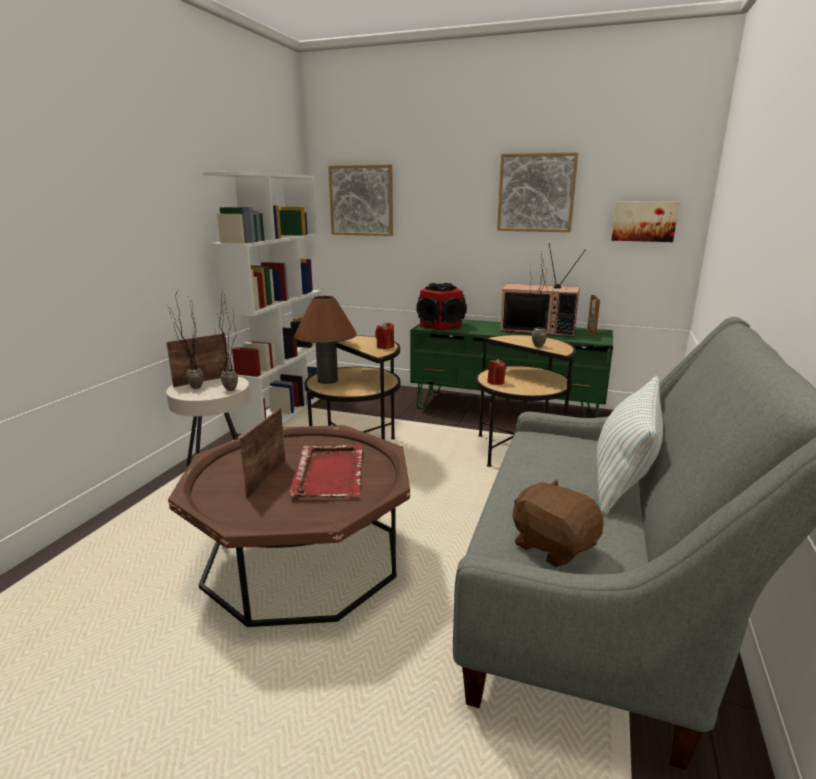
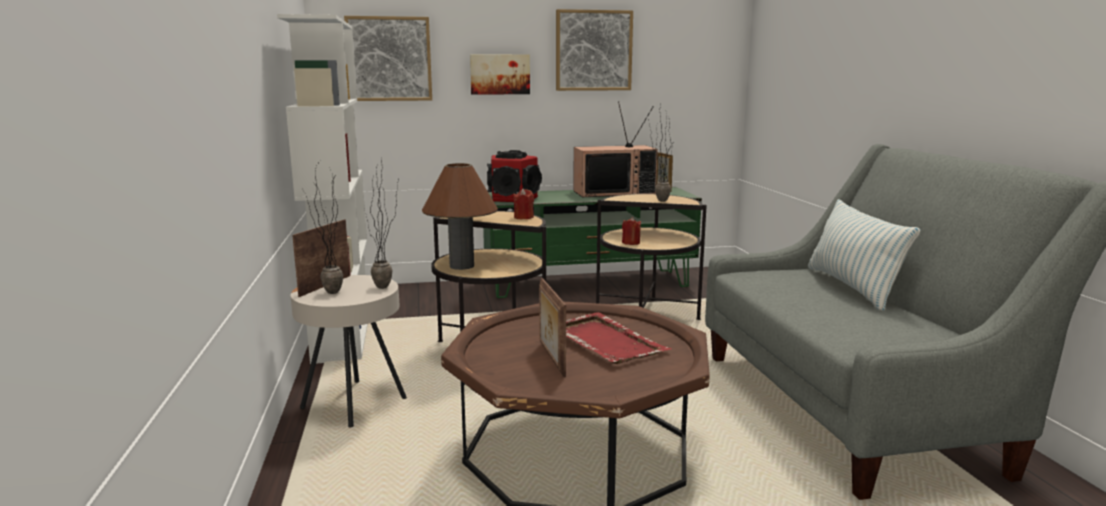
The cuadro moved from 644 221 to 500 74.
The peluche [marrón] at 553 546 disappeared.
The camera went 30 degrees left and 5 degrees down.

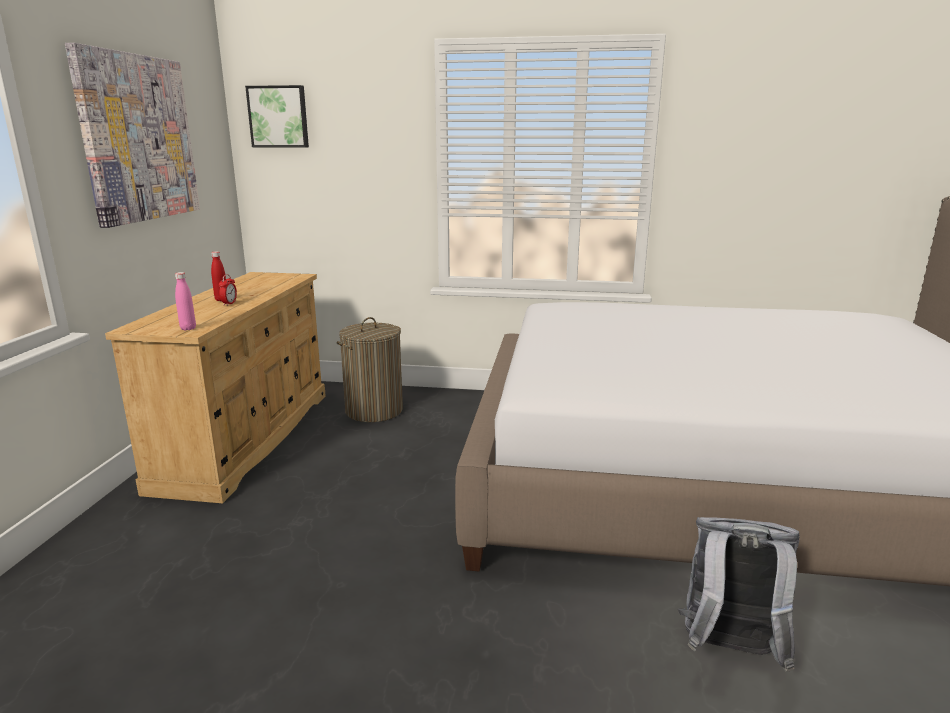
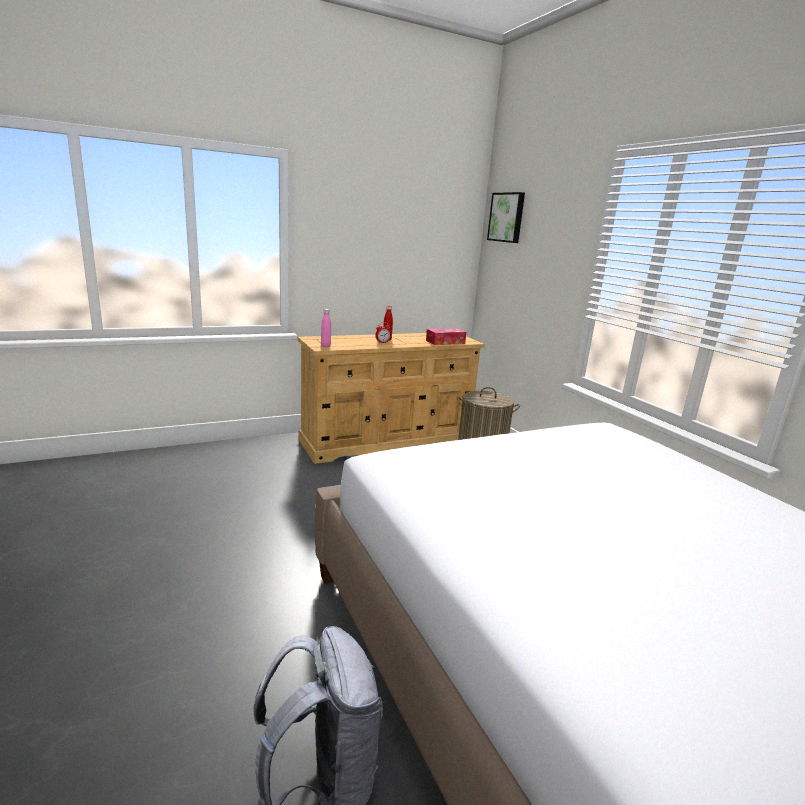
The cuadro at 138 138 disappeared.
The caja de pañuelos at 445 342 appeared.
The camera went 55 degrees right and 0 degrees up.

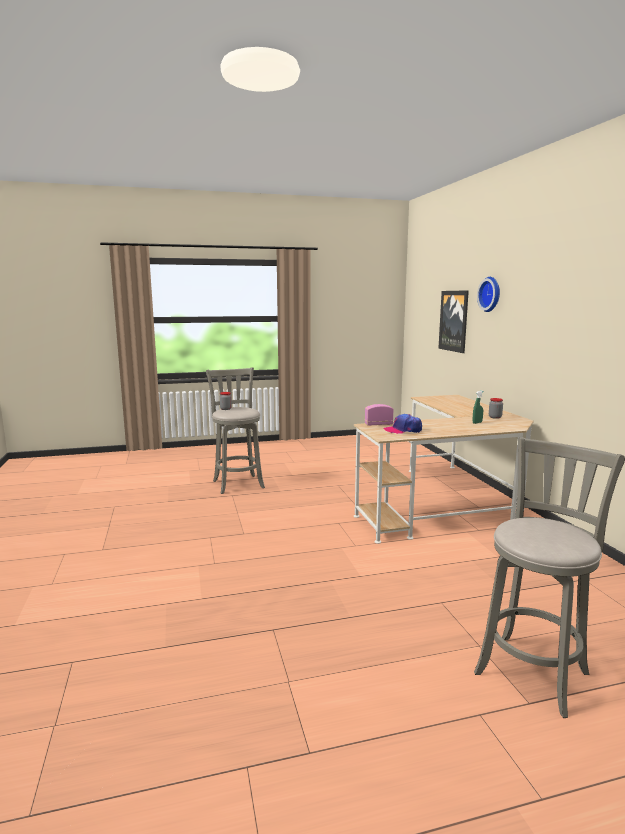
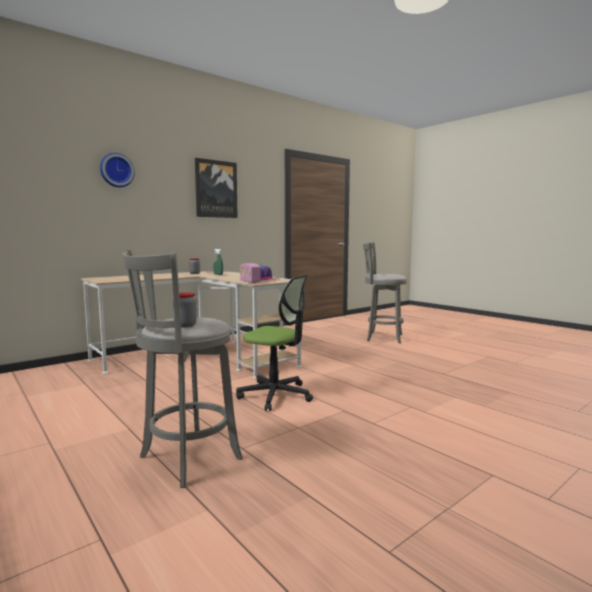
The cuadro moved from 454 321 to 216 189.
The silla de oficina at 276 395 appeared.
The camera went 115 degrees left and 5 degrees down.

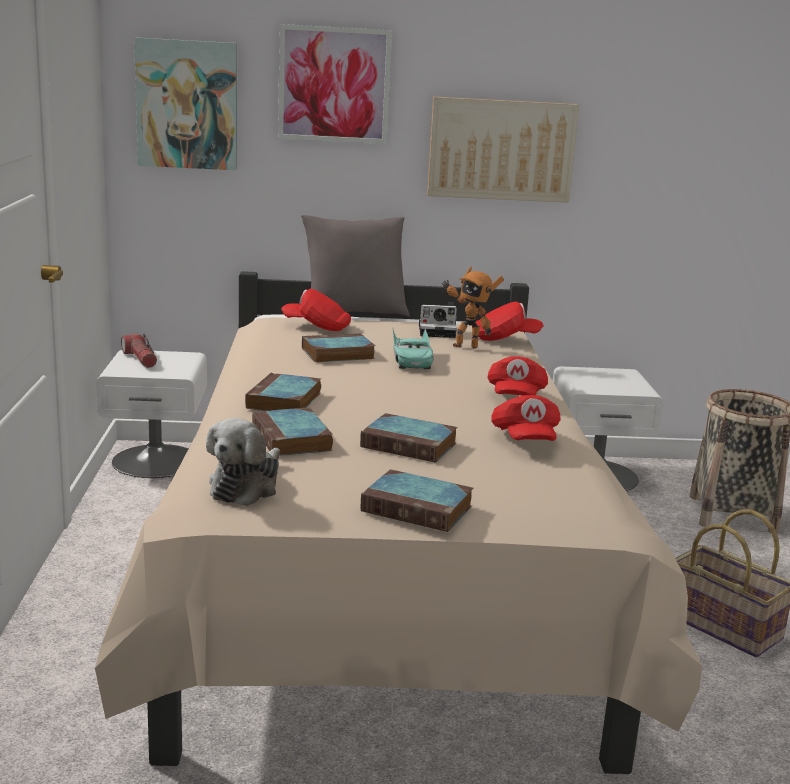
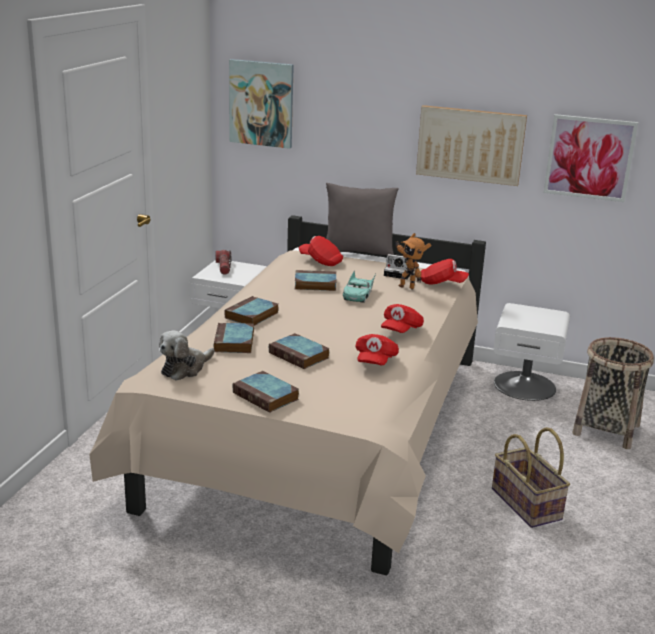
The cuadro moved from 334 85 to 589 158.
The camera went 20 degrees right and 5 degrees up.

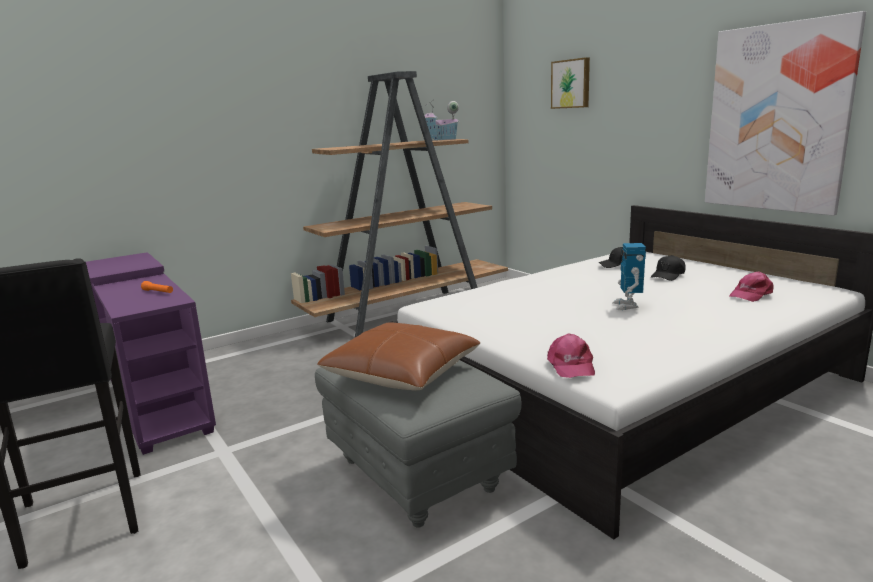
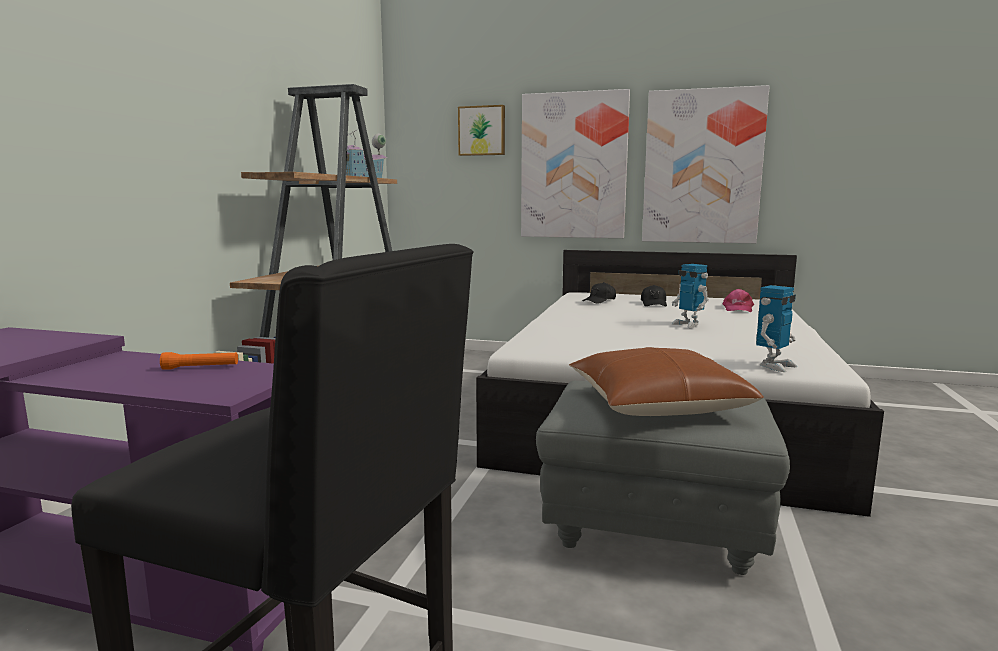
The gorra [rosa] at 570 365 was replaced by the robot de juguete at 774 366.
The cuadro at 573 166 appeared.
The camera went 40 degrees left and 5 degrees down.

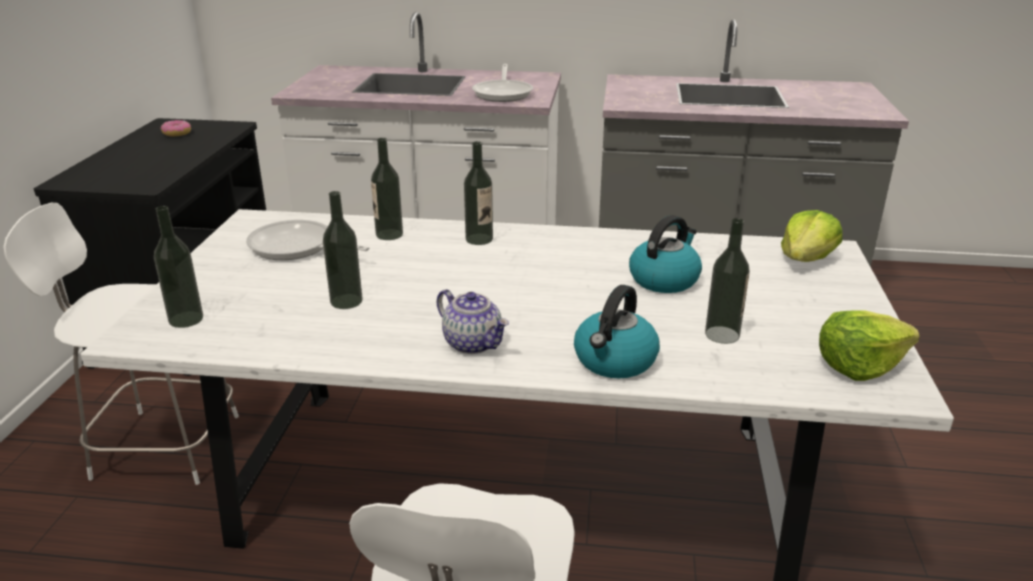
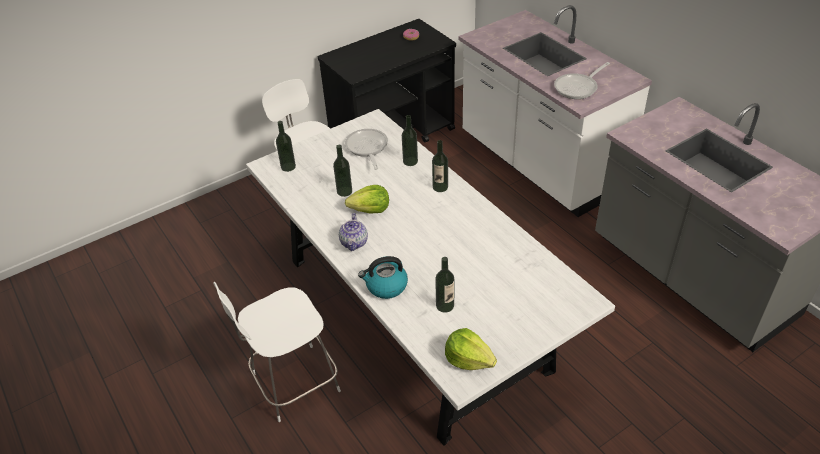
The lechuga moved from 806 259 to 370 210.
The hervidor at 664 279 disappeared.
The camera went 50 degrees right and 15 degrees up.

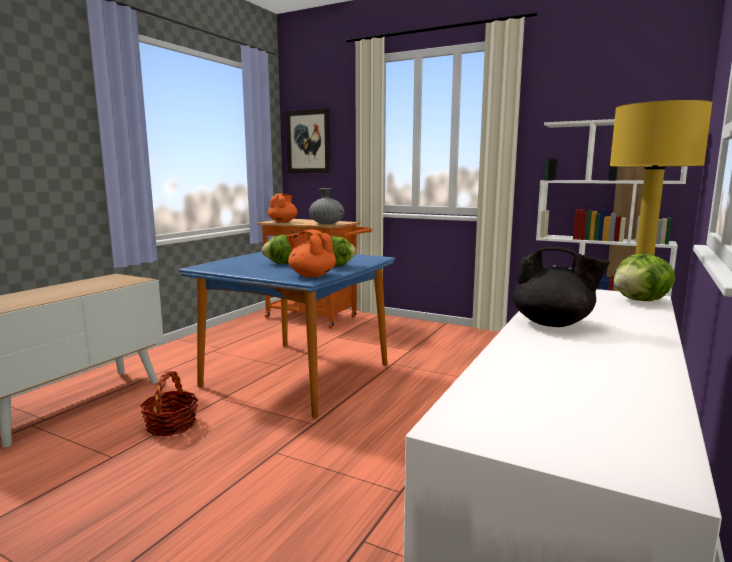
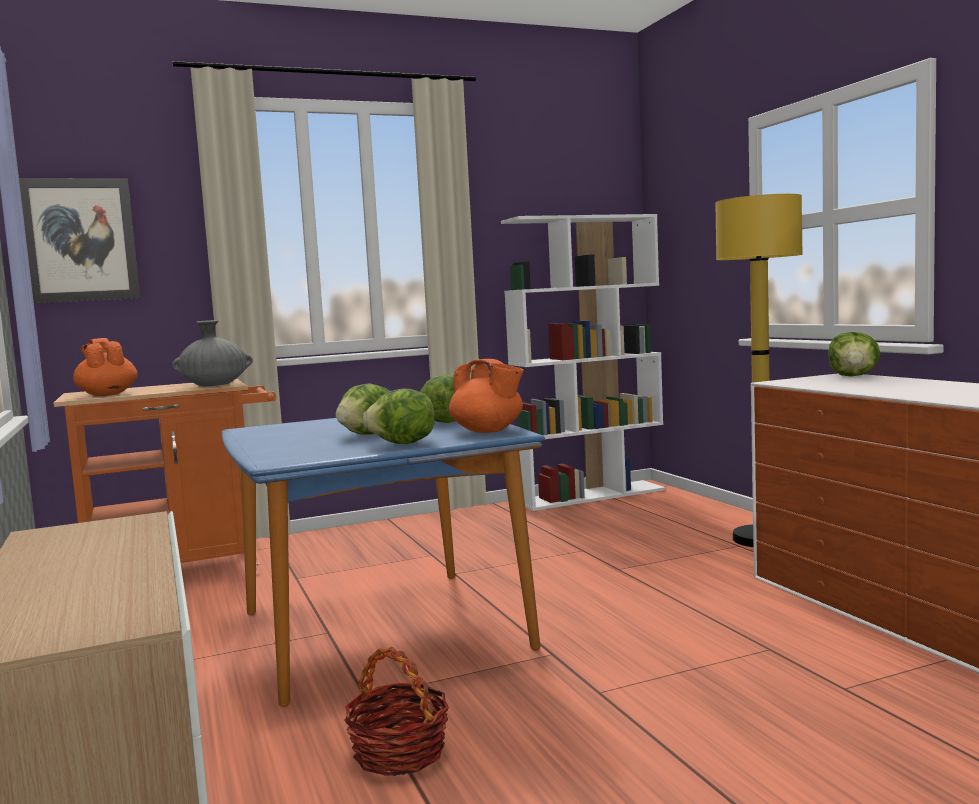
The tetera [naranja] at 311 275 turned 120 degrees counterclockwise.
The tetera [negro] at 553 323 disappeared.
The lechuga at 403 444 appeared.
The camera went 50 degrees left and 5 degrees down.

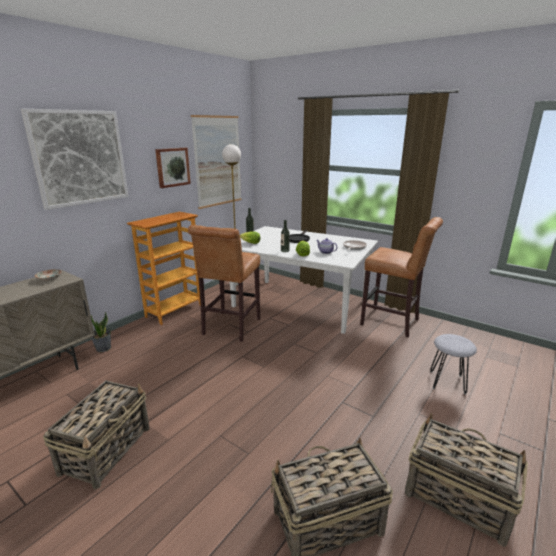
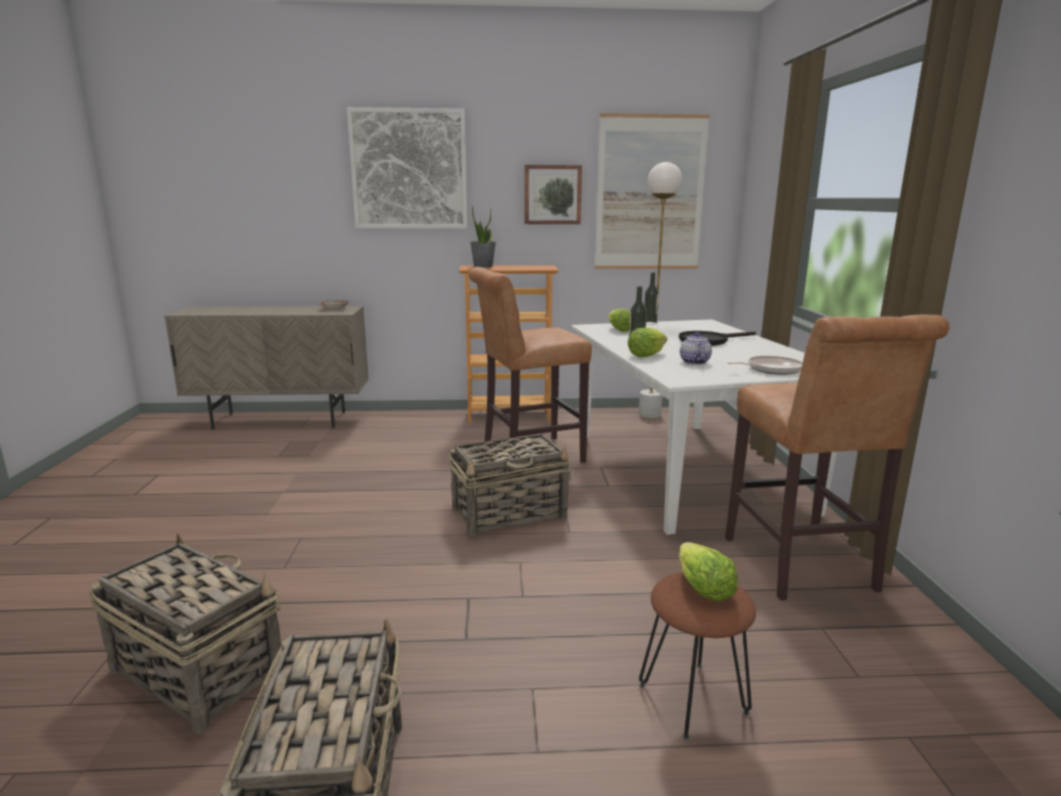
The planta en maceta moved from 103 348 to 483 266.
The taburete [gris] at 447 382 became the taburete [marrón] at 692 698.
The cesta moved from 107 449 to 510 513.
The lechuga at 702 588 appeared.
The camera went 50 degrees right and 5 degrees down.

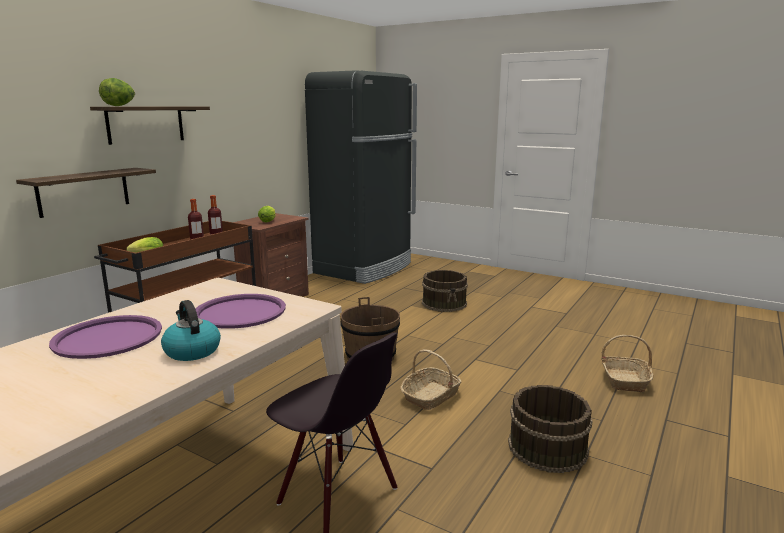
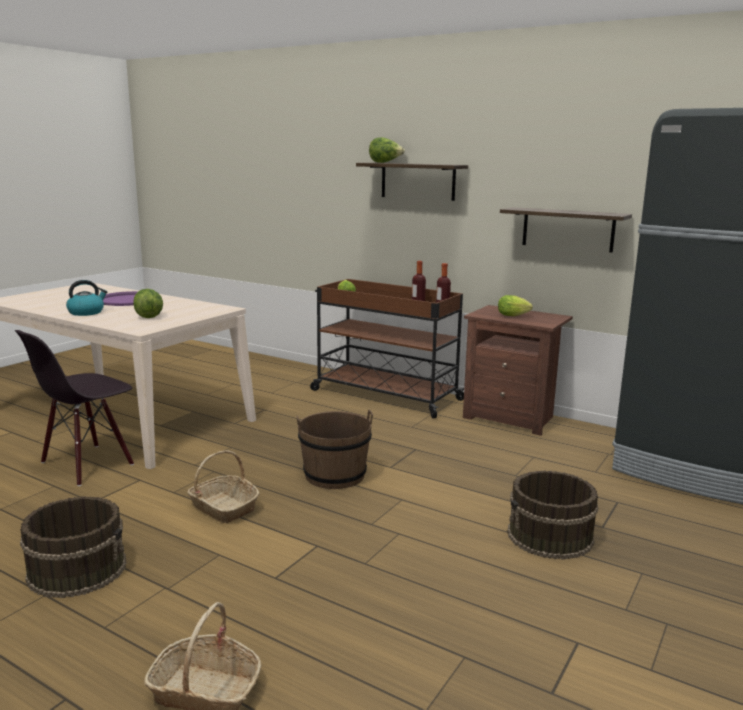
The estante moved from 84 191 to 568 229.
The bandeja [morado] at 240 312 was replaced by the lechuga at 149 316.
The camera went 90 degrees right and 0 degrees up.

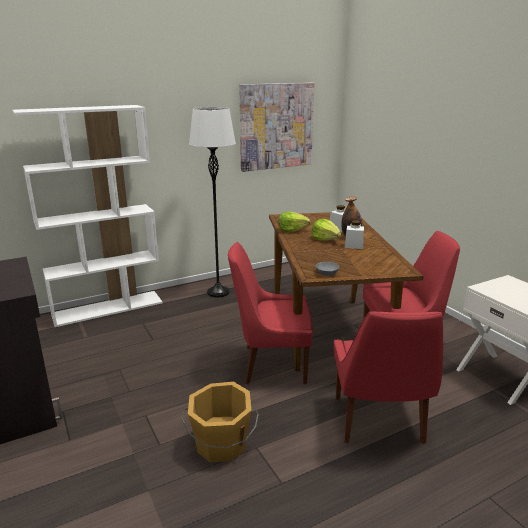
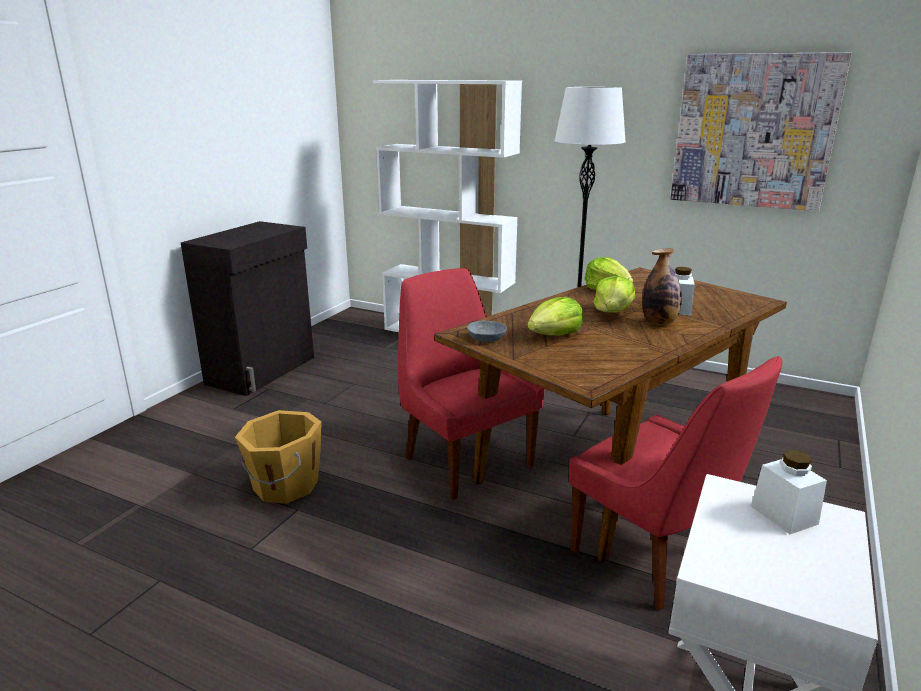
The tarro [blanco] moved from 354 245 to 784 515.
The silla [rojo] at 378 422 disappeared.
The lechuga at 555 335 appeared.
The camera went 55 degrees right and 0 degrees up.

